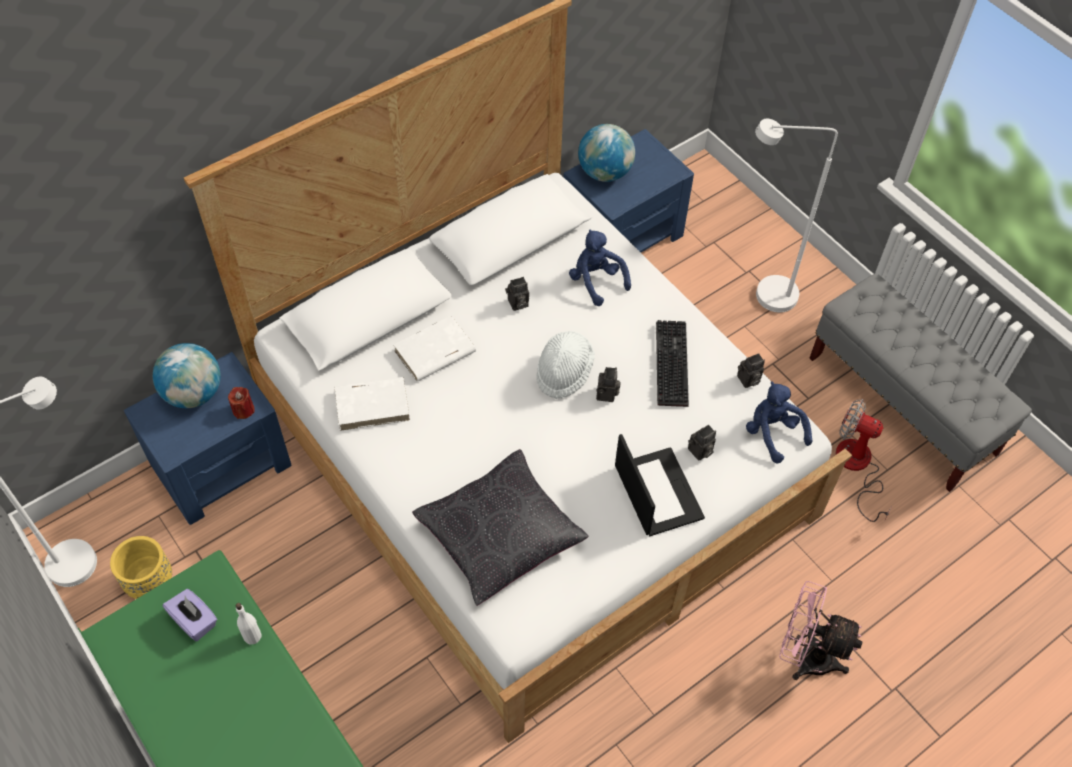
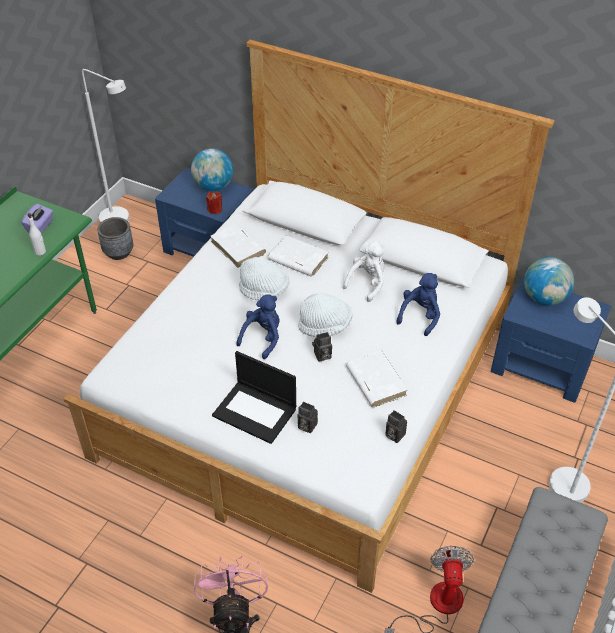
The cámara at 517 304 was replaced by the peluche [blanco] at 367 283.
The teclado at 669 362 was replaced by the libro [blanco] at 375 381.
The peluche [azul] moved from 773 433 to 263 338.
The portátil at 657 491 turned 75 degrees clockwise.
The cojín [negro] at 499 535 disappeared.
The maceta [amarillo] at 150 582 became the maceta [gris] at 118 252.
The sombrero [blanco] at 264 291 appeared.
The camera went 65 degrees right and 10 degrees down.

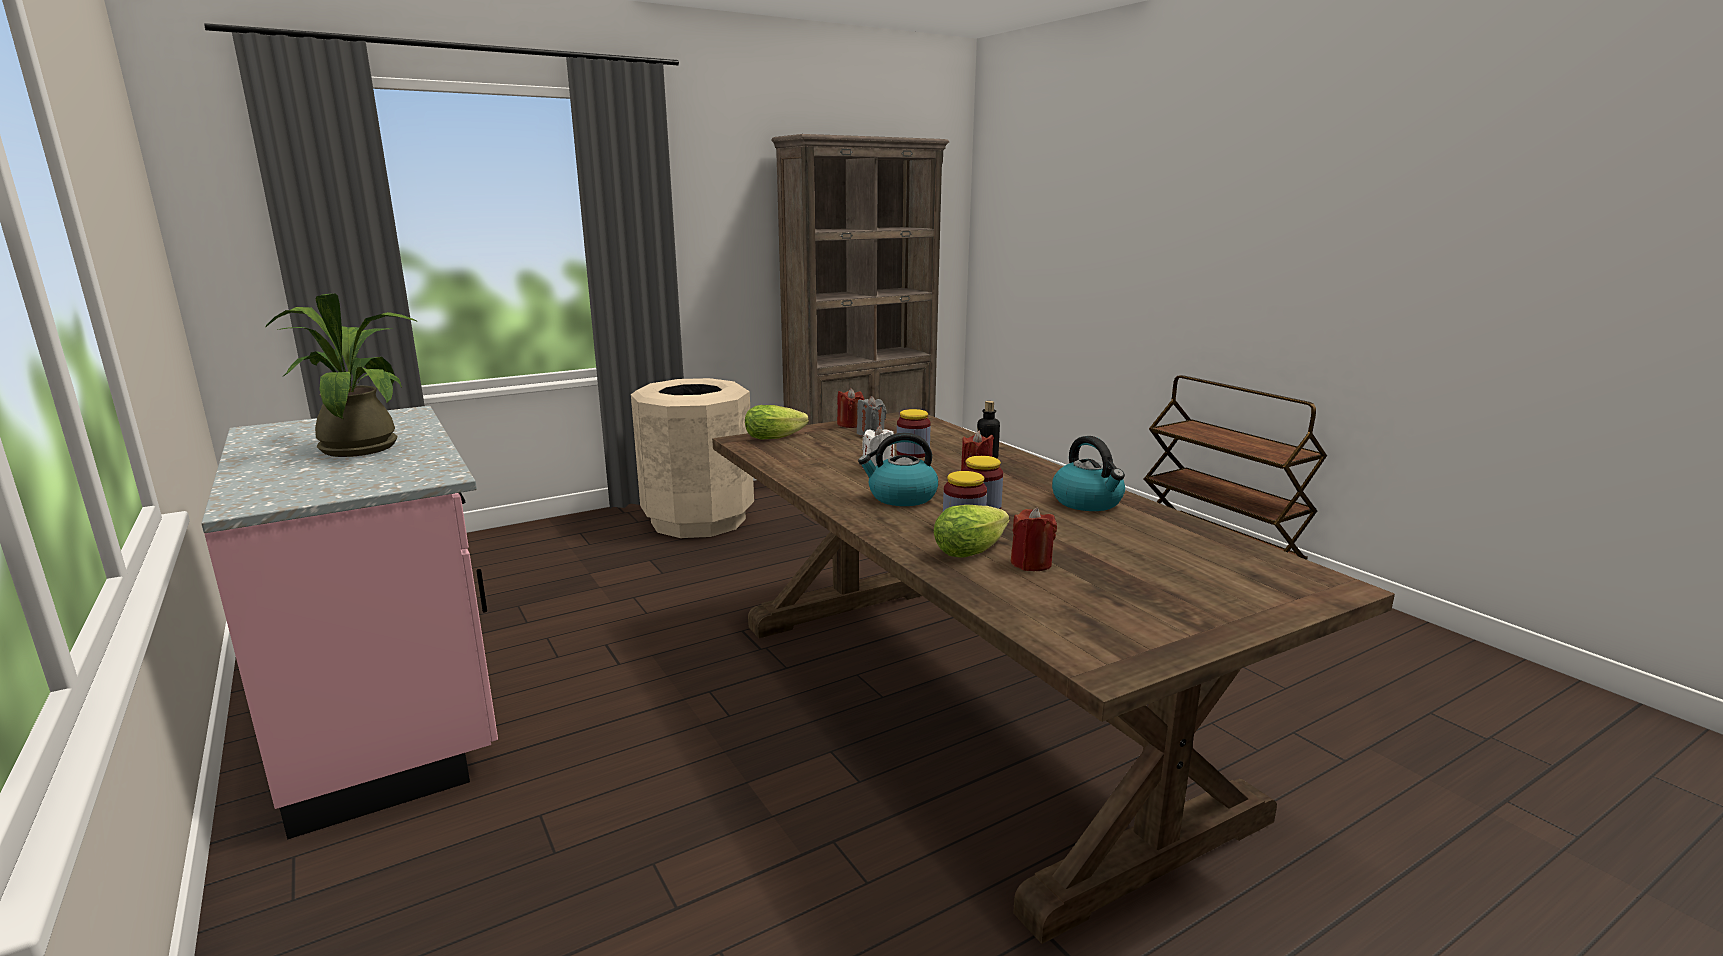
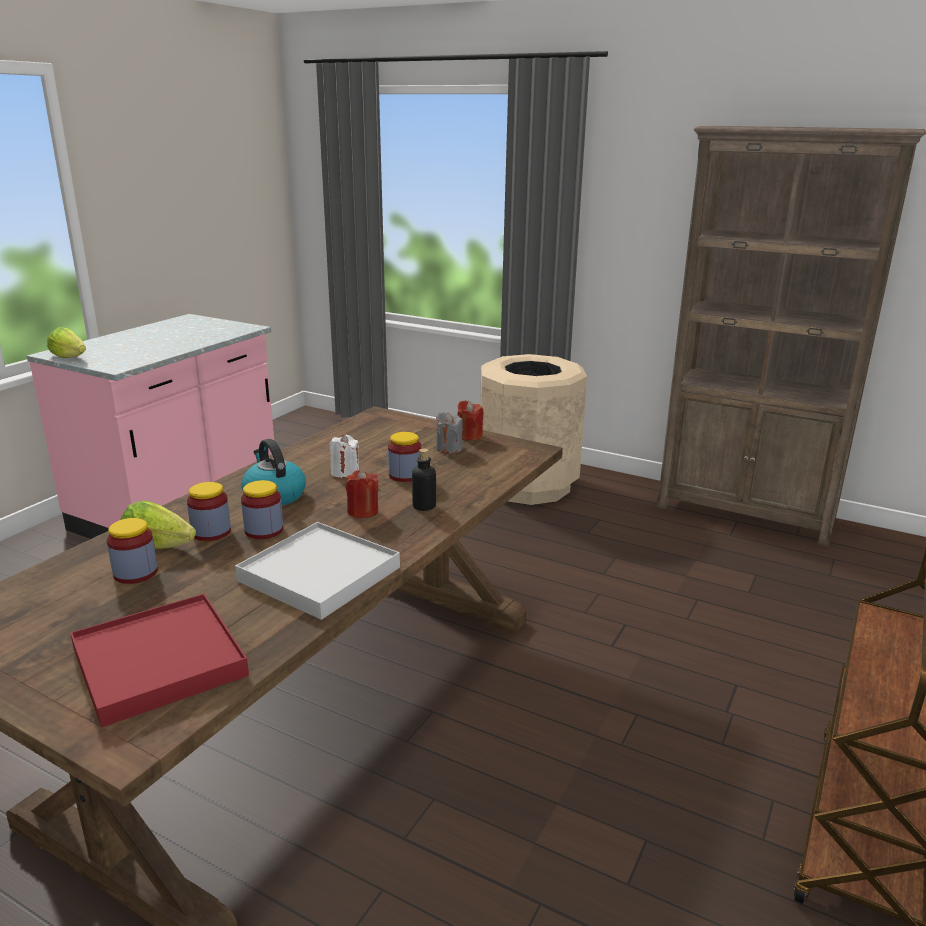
The planta en maceta at 363 446 disappeared.
The lechuga moved from 778 436 to 70 357.
The hervidor at 1088 502 was replaced by the bandeja [blanco] at 320 574.
The vela [rojo] at 1031 563 was replaced by the tarro at 135 573.
The bandeja [rojo] at 160 662 appeared.
The camera went 60 degrees right and 5 degrees up.

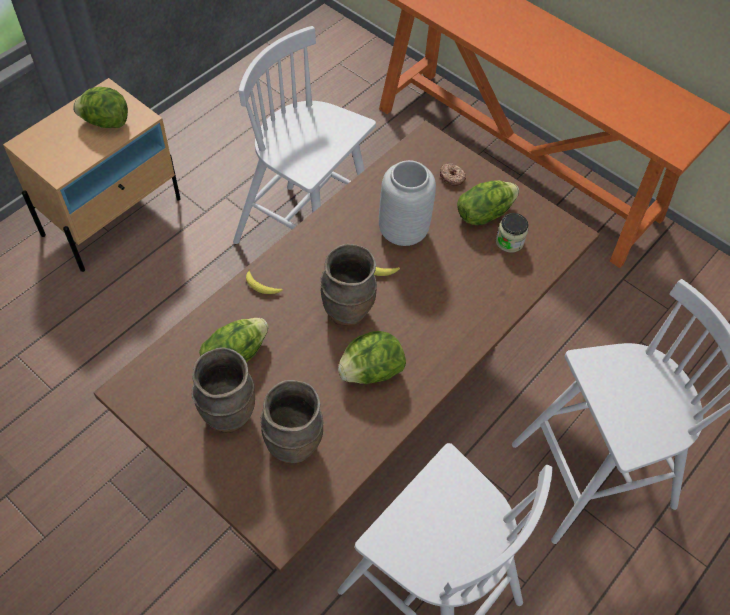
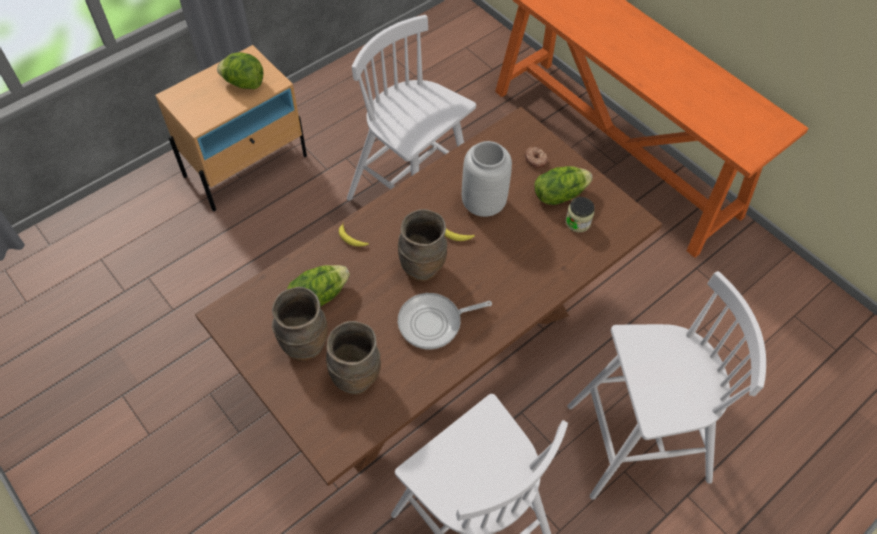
The lechuga at 370 371 was replaced by the sartén at 434 323.
The camera went 10 degrees right and 0 degrees up.

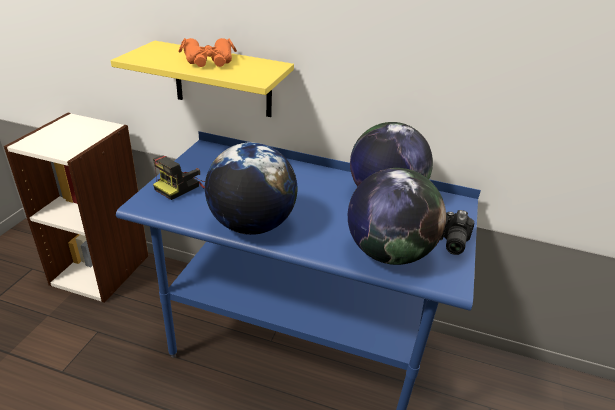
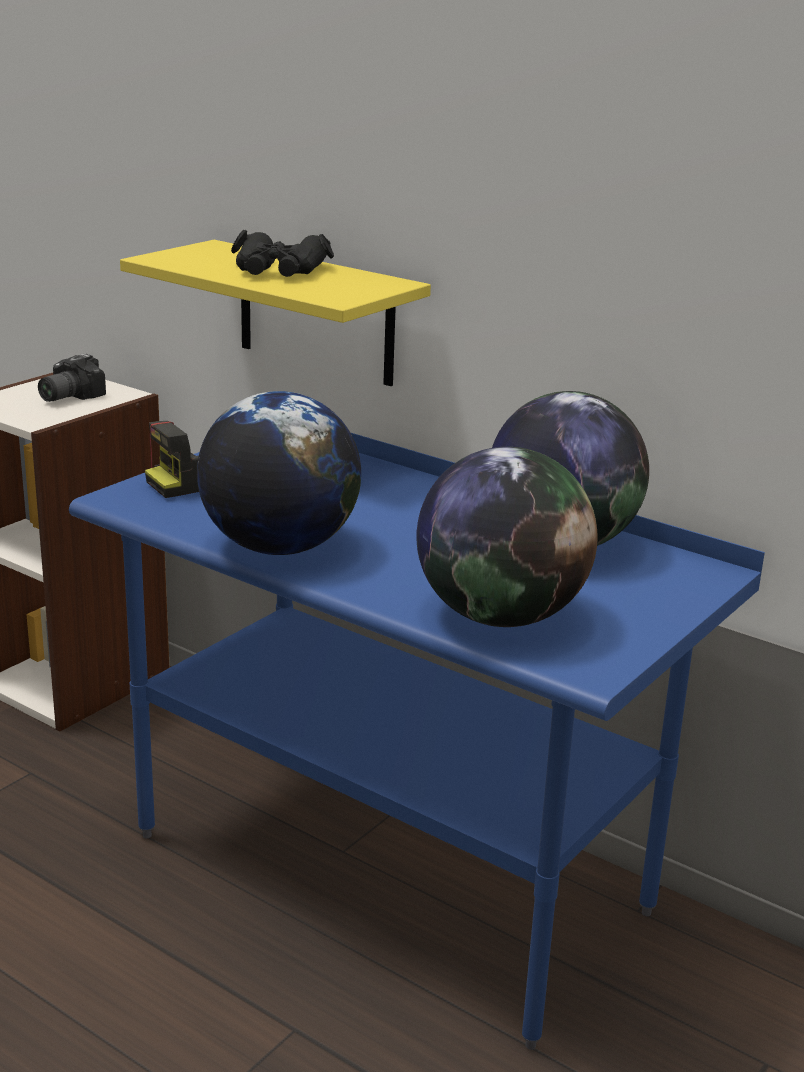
The prismáticos [naranja] at 209 61 became the prismáticos [negro] at 279 271.
The cámara moved from 449 242 to 66 396.
The camera went 20 degrees right and 10 degrees down.

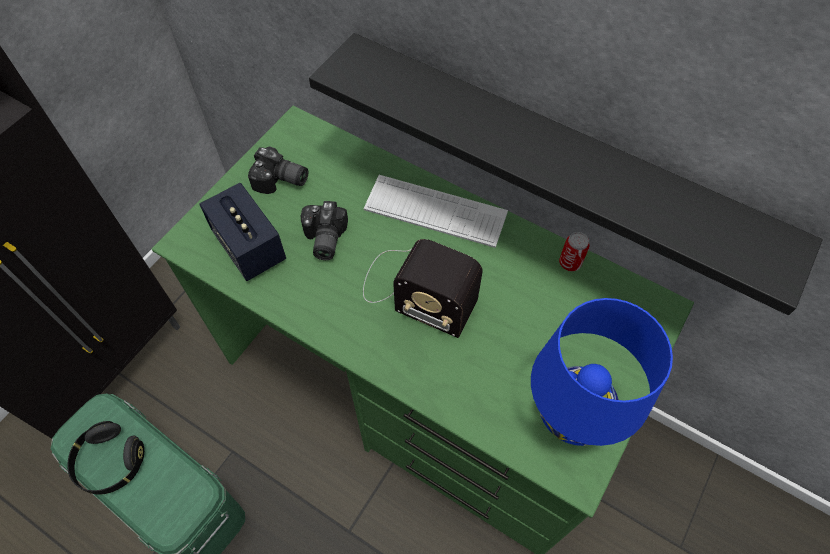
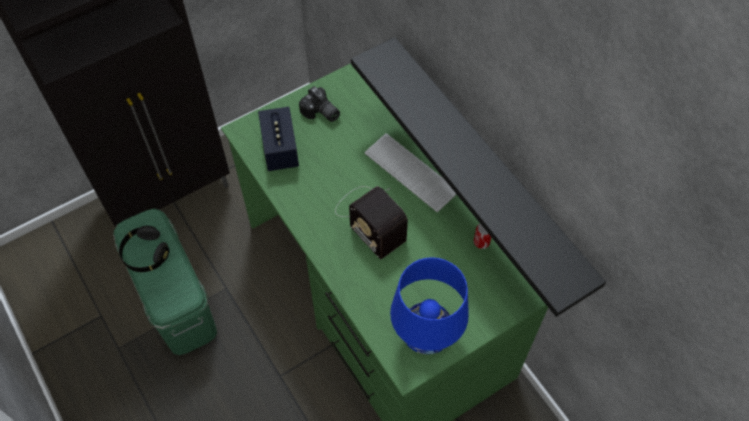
The cámara at 323 239 disappeared.
The camera went 25 degrees right and 0 degrees up.

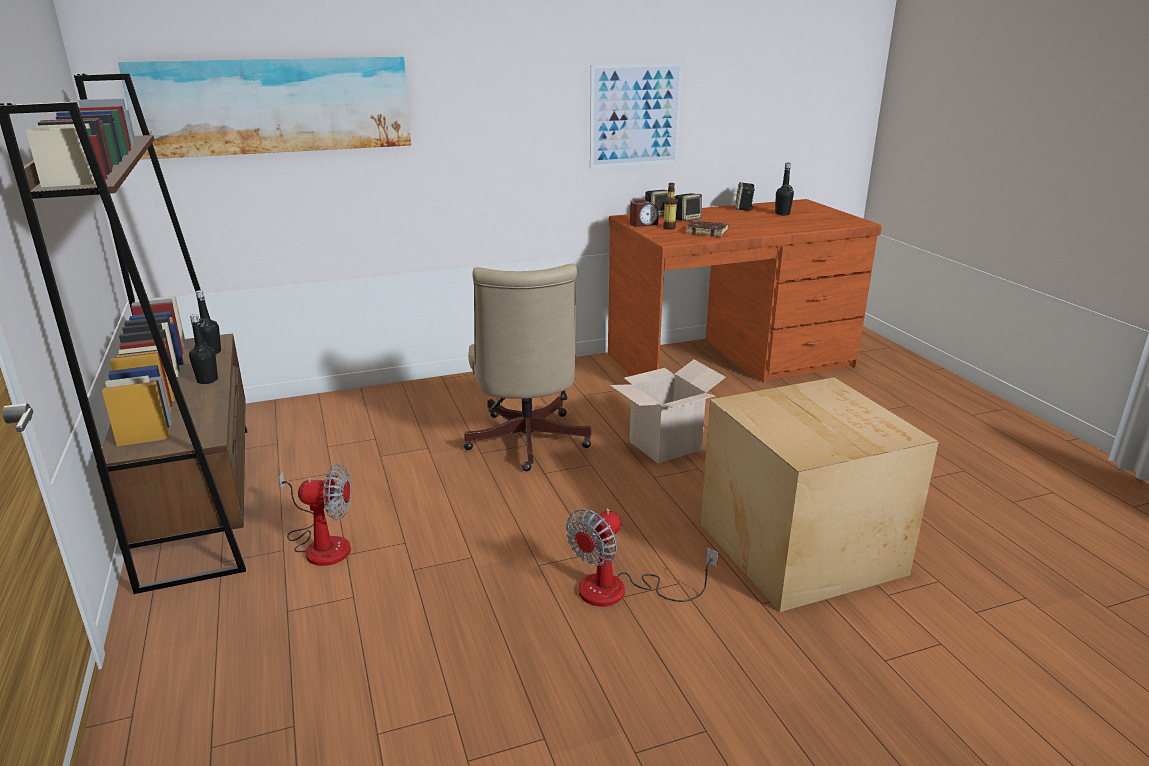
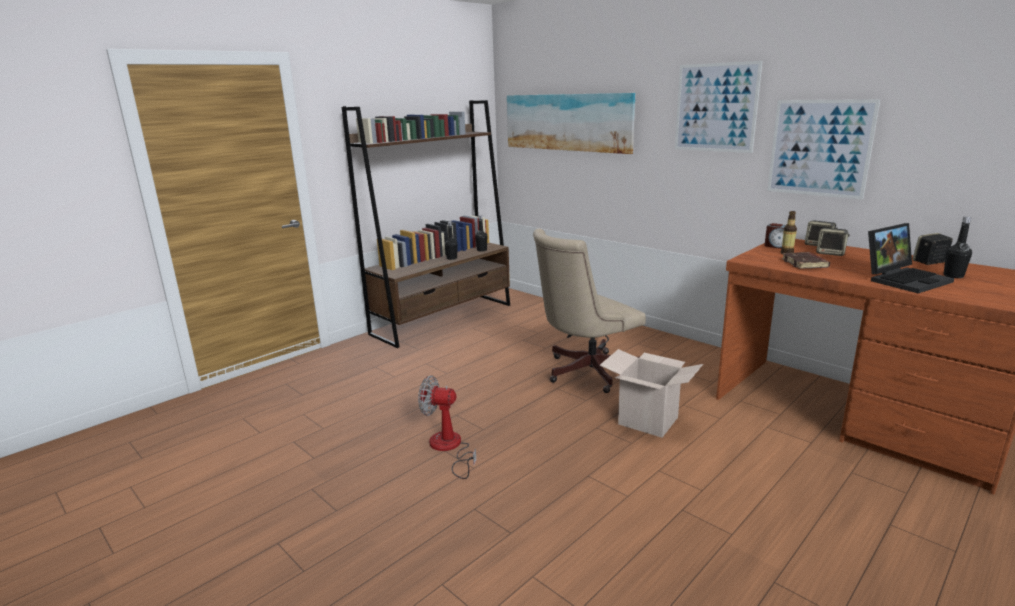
The caja de cartón at 800 546 disappeared.
The ventilador at 321 544 disappeared.
The cuadro at 716 108 appeared.
The portátil at 904 279 appeared.
The camera went 65 degrees right and 5 degrees down.

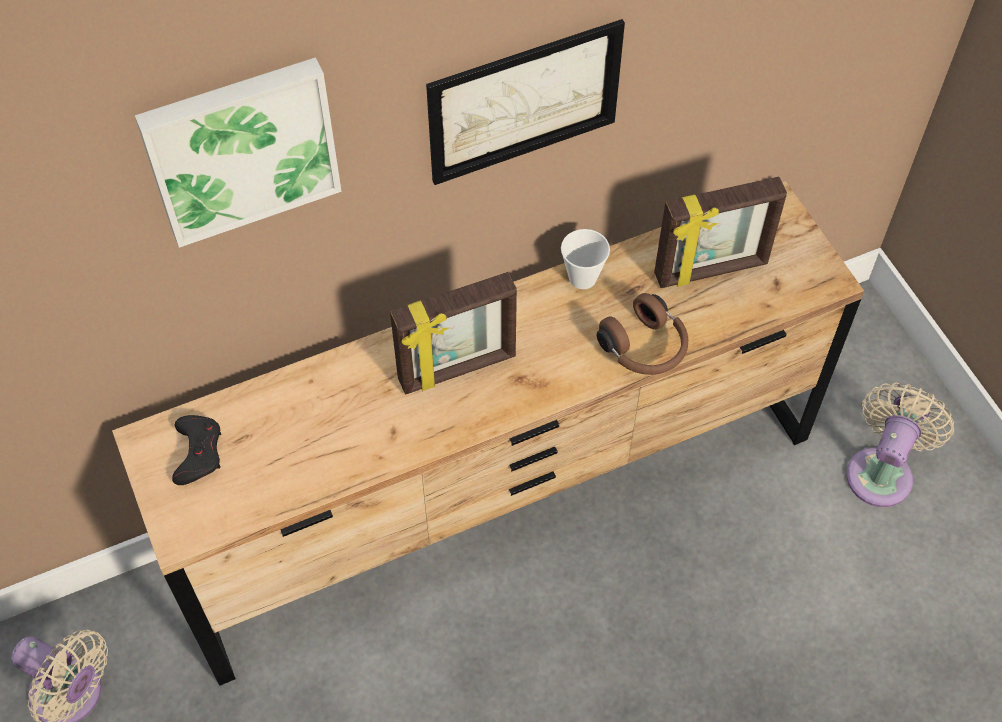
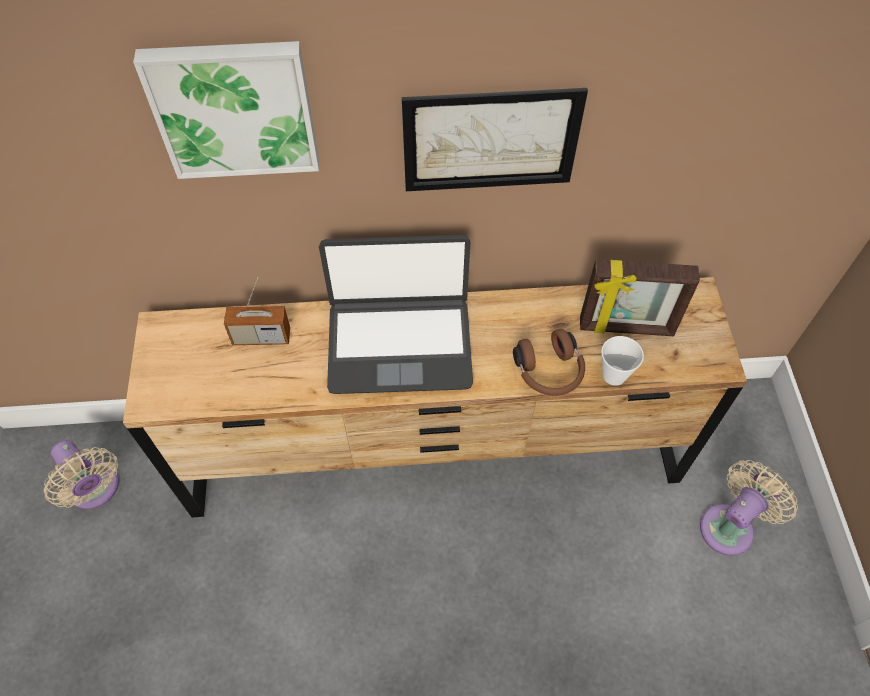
The taza moved from 582 278 to 614 375.
The portarretratos at 457 370 was replaced by the portátil at 399 344.
The mando de consola [negro] at 198 452 disappeared.
The radio at 261 337 appeared.
The camera went 20 degrees right and 0 degrees up.

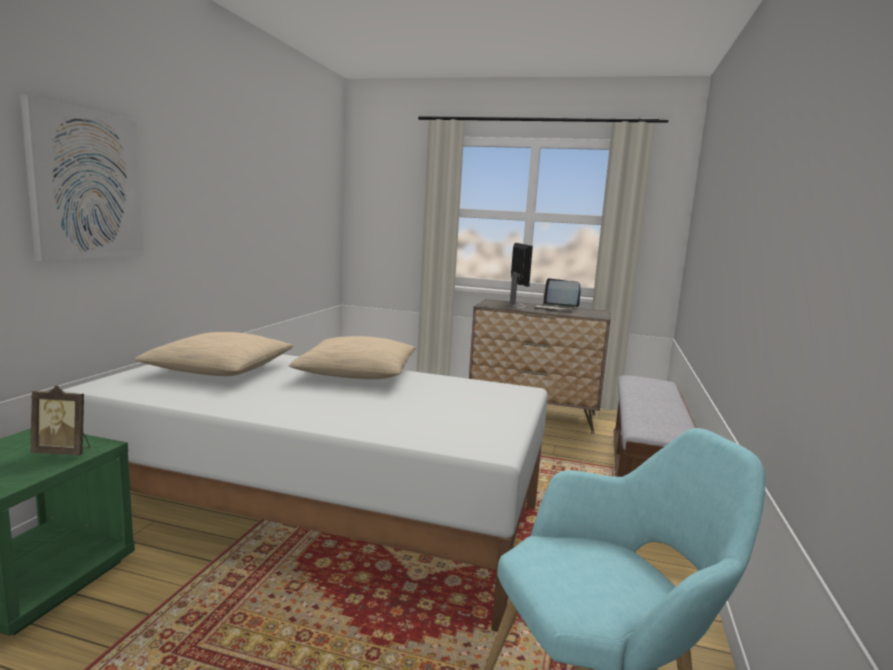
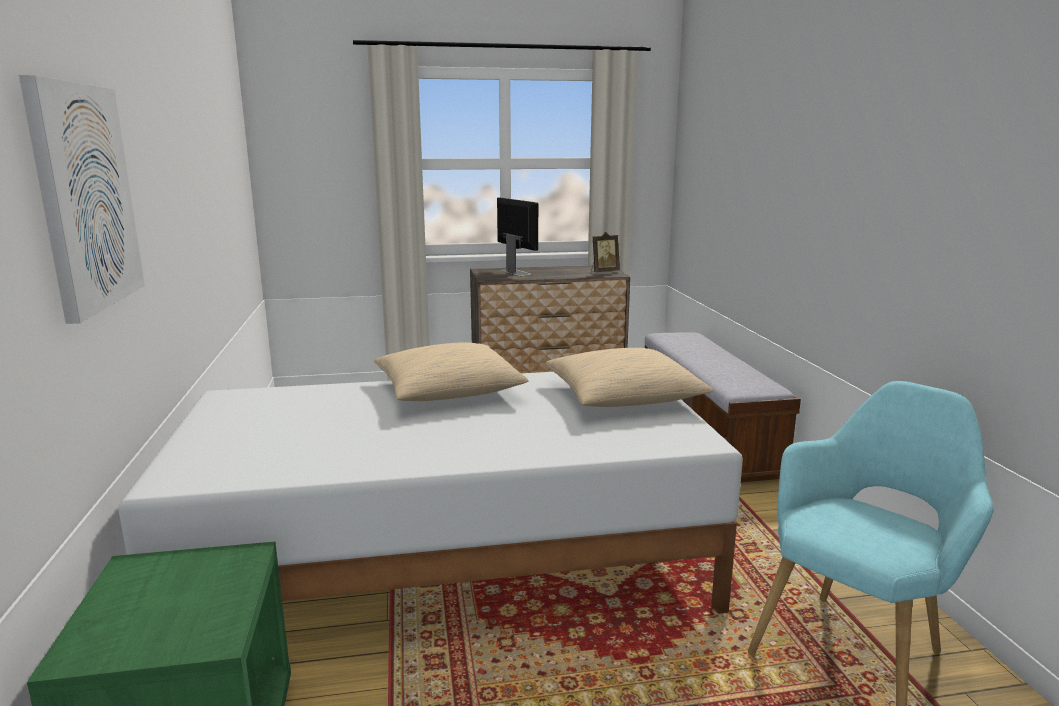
The portátil at 555 309 disappeared.
The cojín [beis] moved from 219 370 to 622 397.
The portarretratos moved from 64 452 to 604 272.
The camera went 25 degrees left and 5 degrees up.

